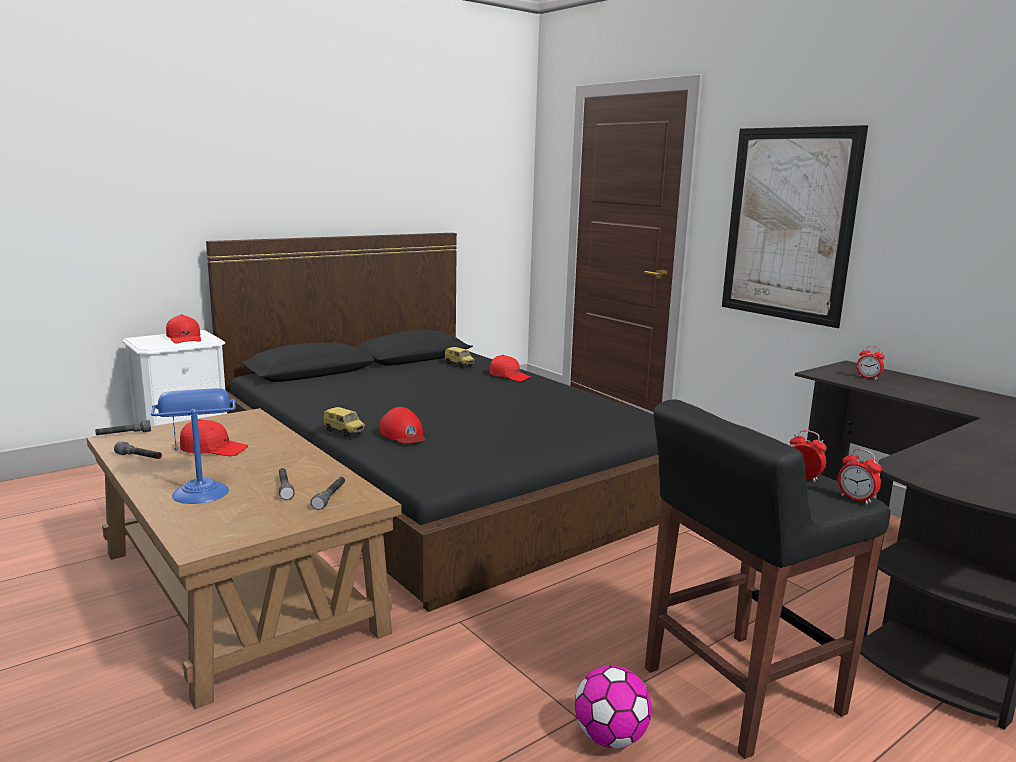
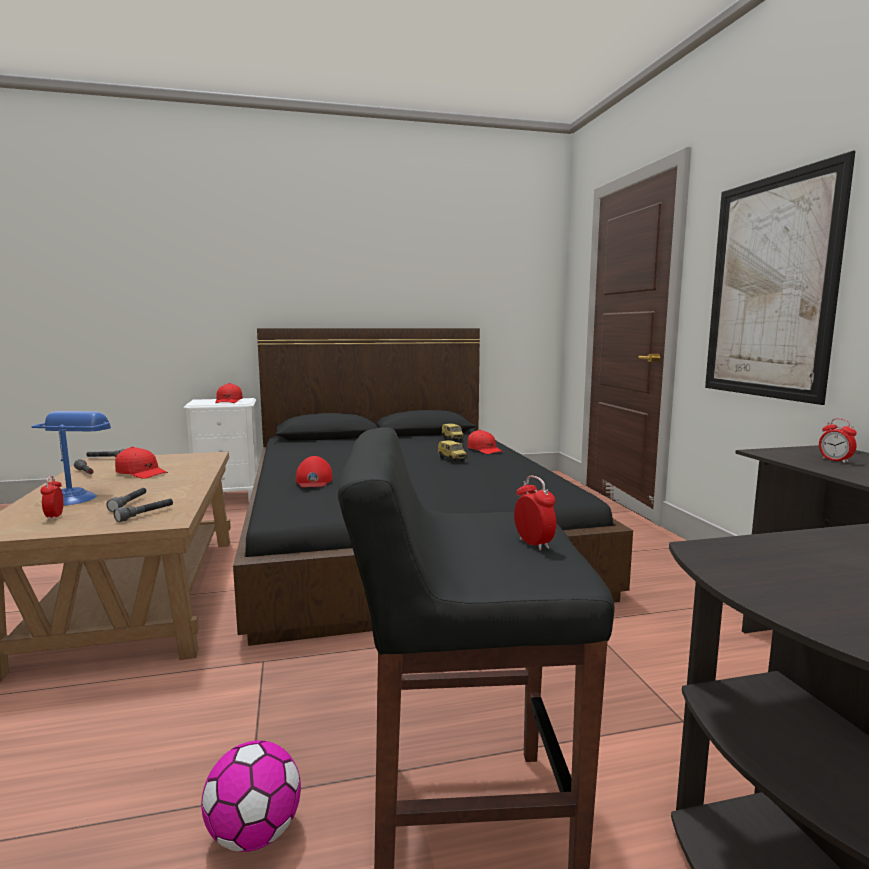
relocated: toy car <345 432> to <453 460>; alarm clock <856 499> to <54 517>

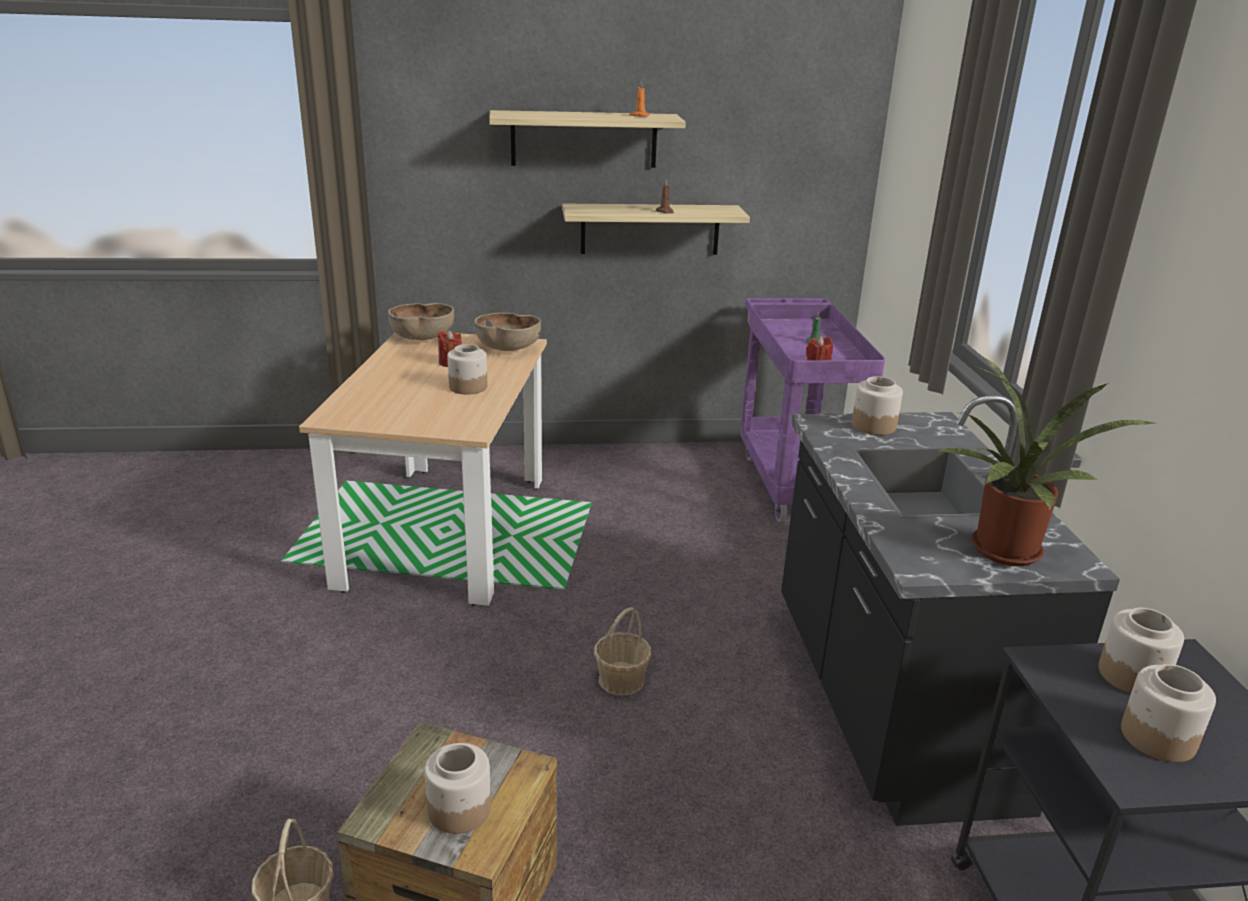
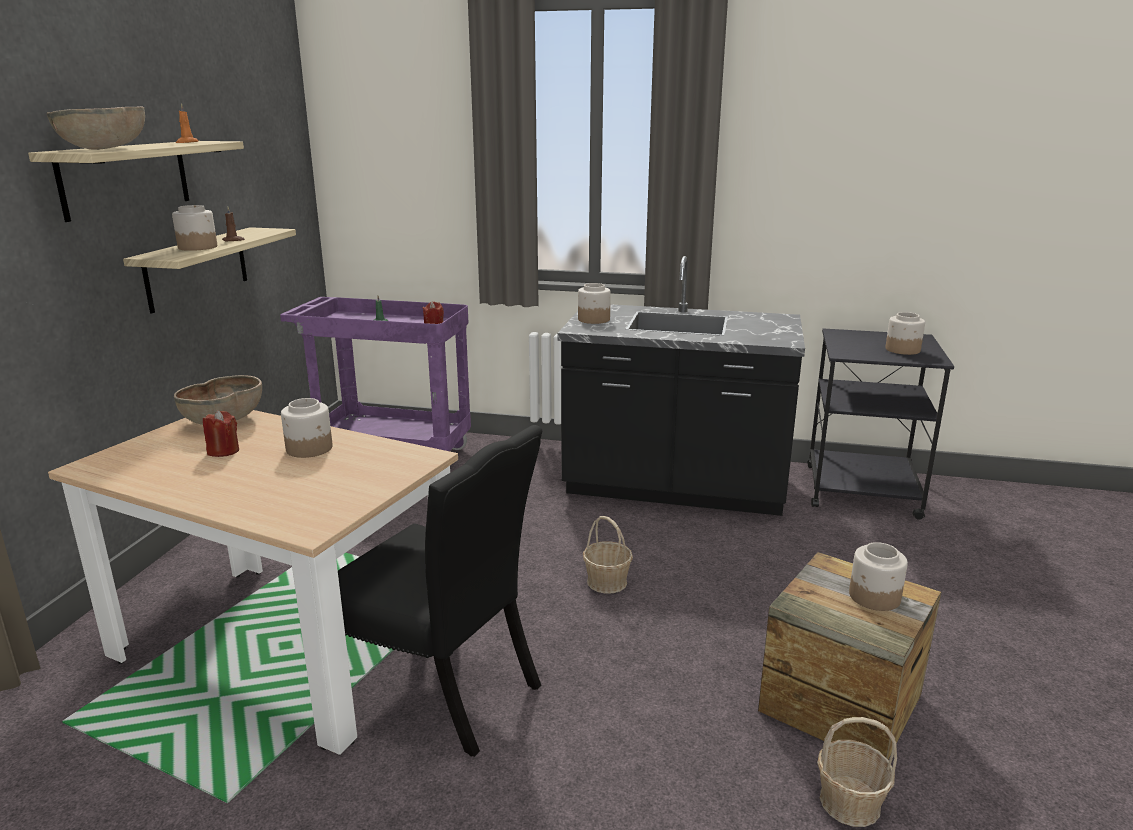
missing: plant in a pot <1004 554>
appeared: plain chair (blackish) <436 688>
relocated: bowl (brownish) <422 338> to <105 149>; jar <1132 675> to <198 247>

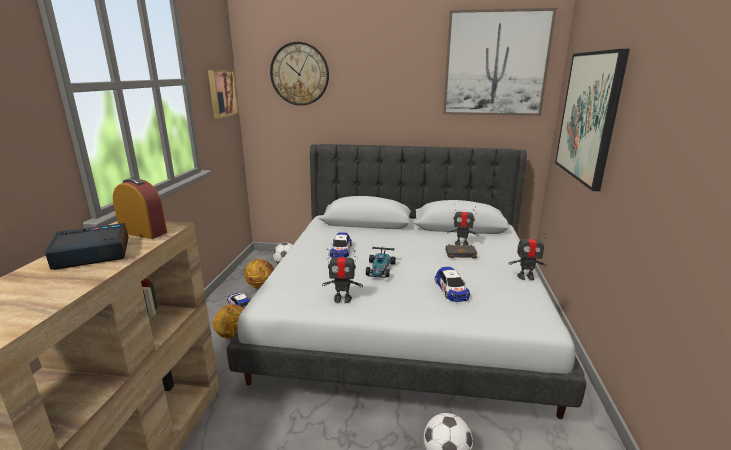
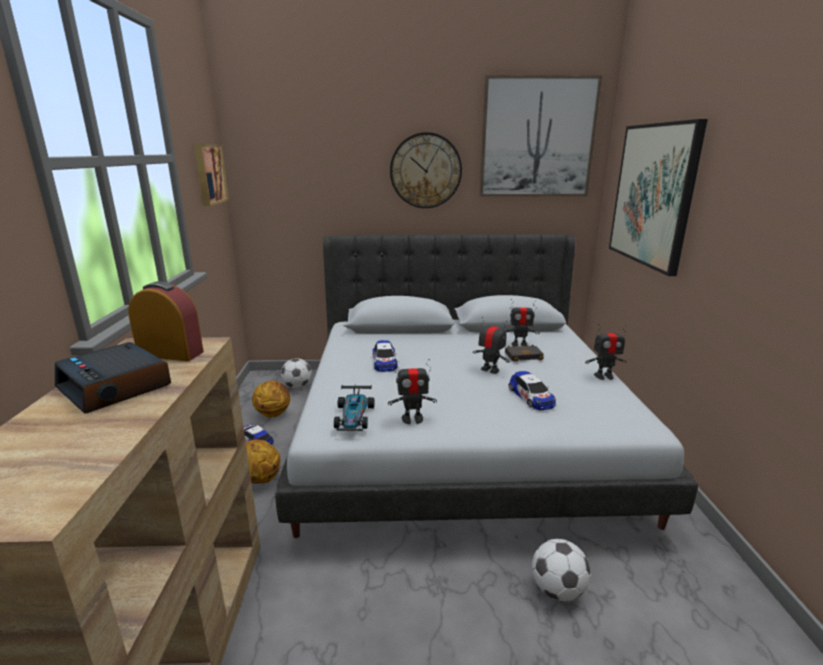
appeared: model robot <490 370>
relocated: wall clock <299 74> to <425 171>; toy car <380 268> to <354 416>
spun: alarm clock <92 254> = <116 386> 105 degrees counterclockwise

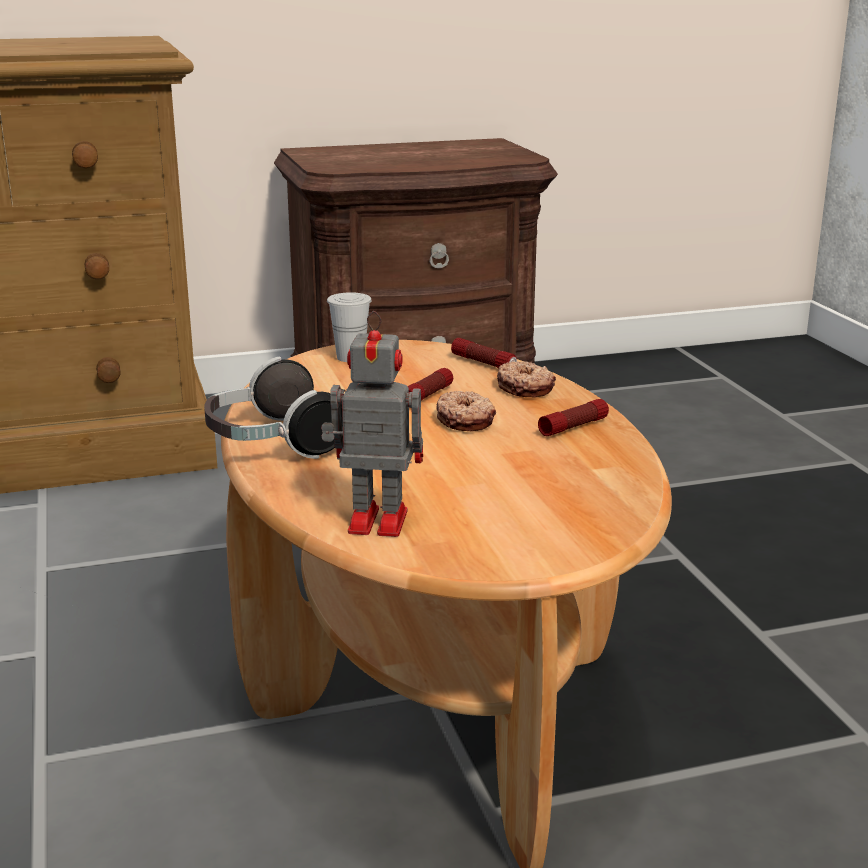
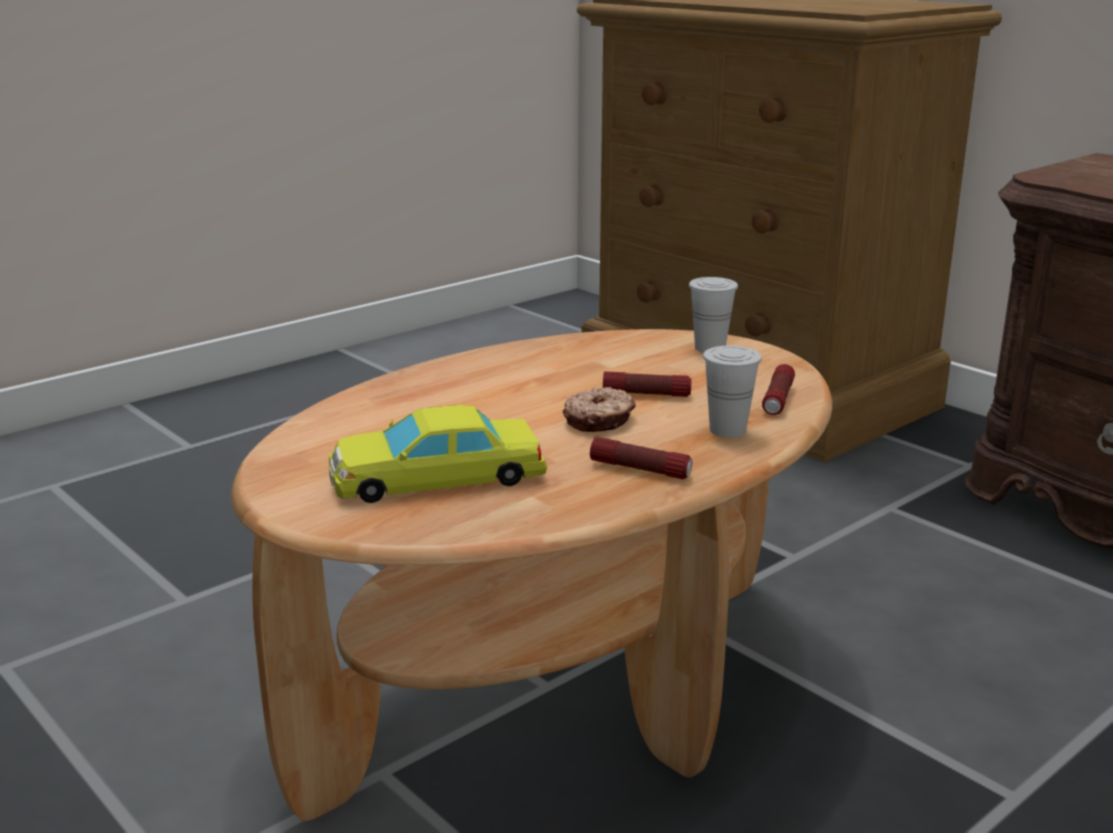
missing: headphones <271 442>; model robot <374 521>
appeared: toy car (yellow-coloured) <436 476>
exchanged: donut <525 388> to small cup (whitish) <727 430>

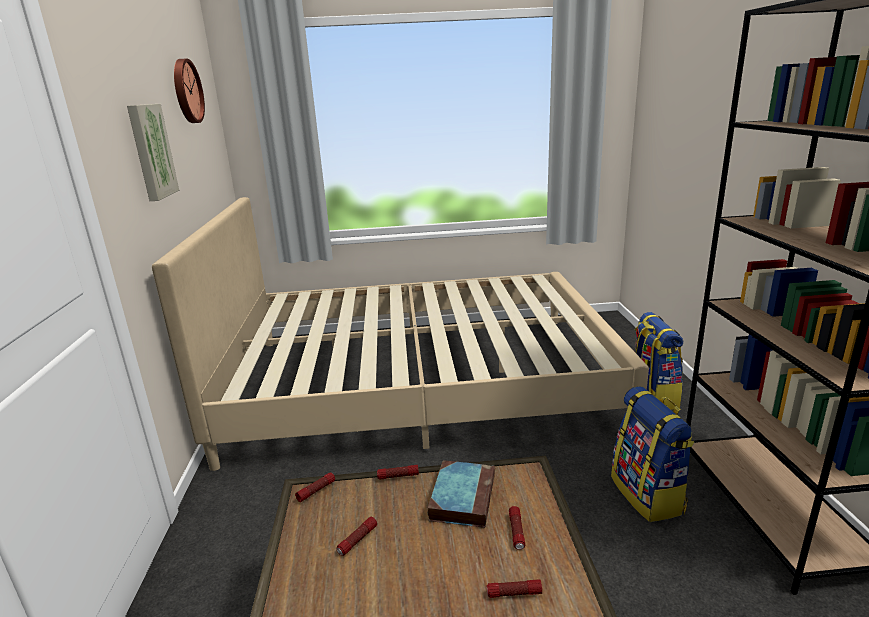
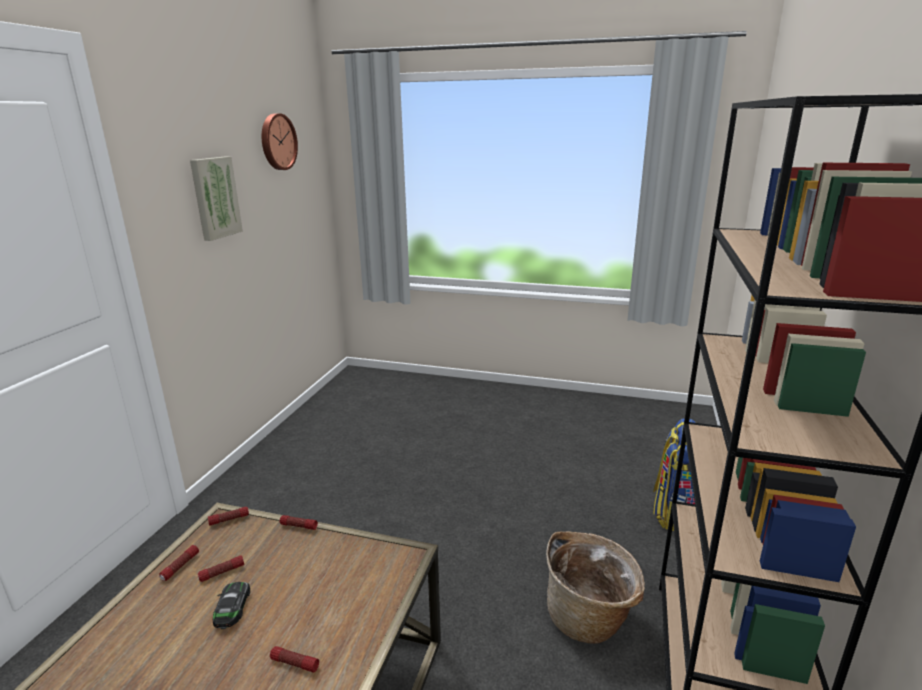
missing: sleeping bed (beige) <418 380>; book <462 497>
appeared: toy car <232 607>
relocated: flashlight <516 532> to <180 567>
exchanged: backpack <648 495> to storage basket <589 618>

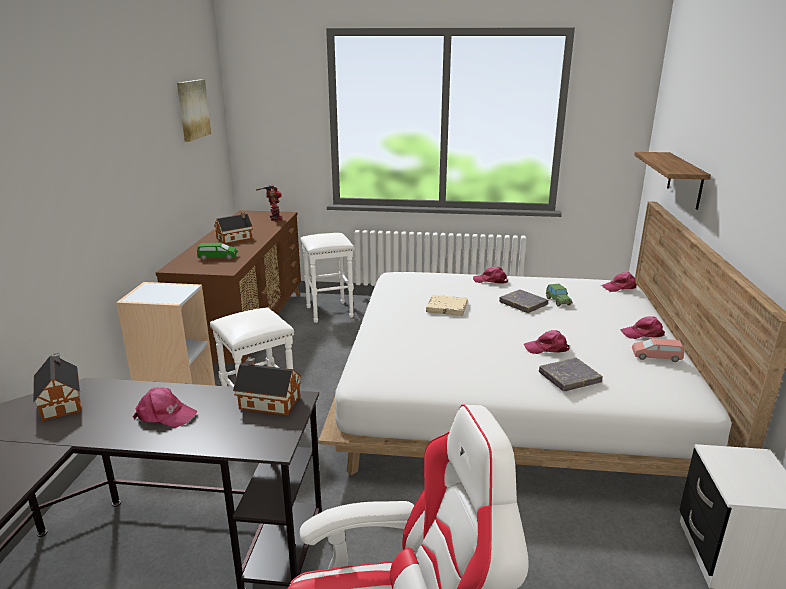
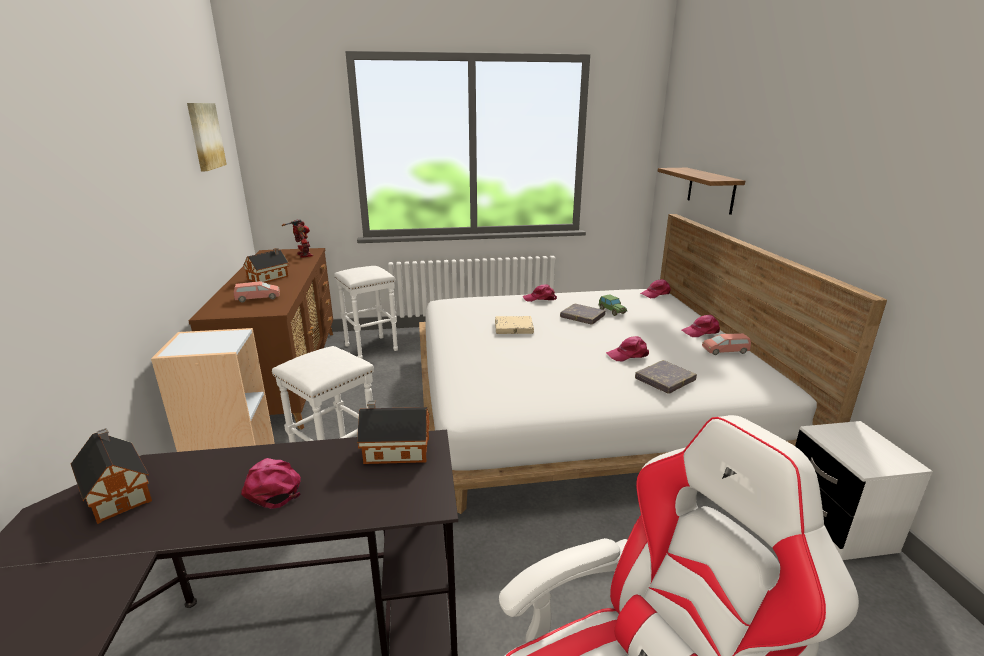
colour: toy car (greenish) <217 257> to toy car (pink-coloured) <258 298>
spun: cap (pink-coloured) <165 415> = <272 486> 120 degrees counterclockwise

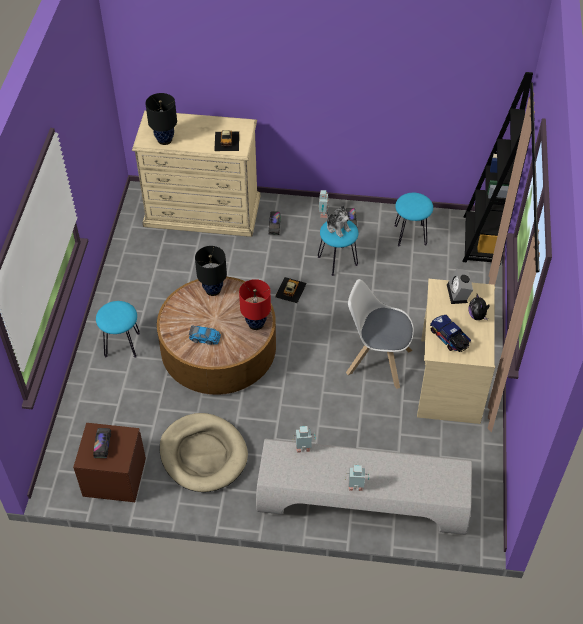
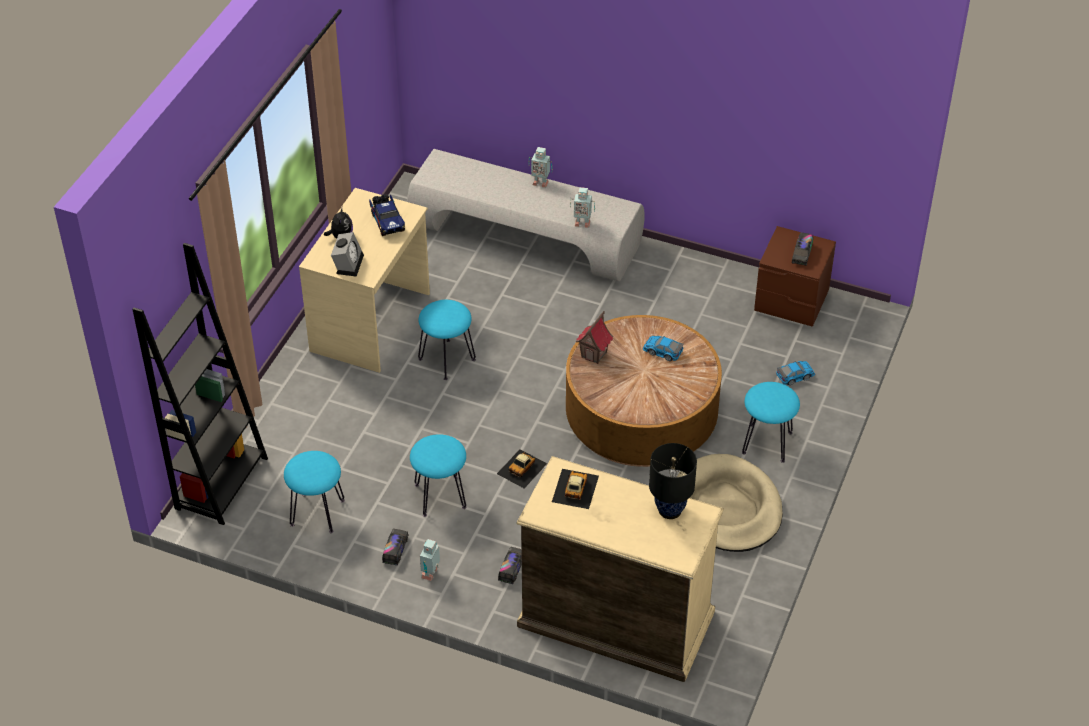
missing: table lamp (blackish) <213 290>; cuddly toy <337 227>
appeared: toy car <795 375>
relocated: pet bed (beige) <203 454> to <726 508>
exchanged: table lamp (reddish) <256 324> to toy house <594 355>; plain chair <377 361> to stool (turquoise-coloured) <447 359>

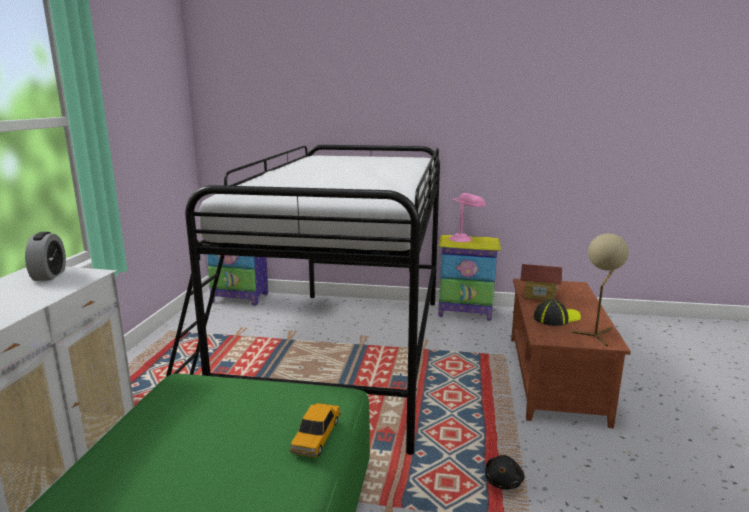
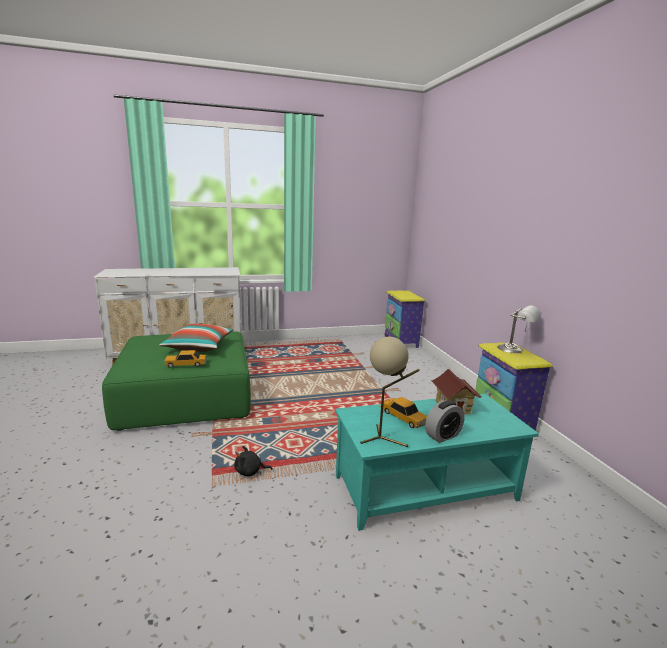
missing: sleeping bed (blackish) <343 355>
appeared: throw pillow <199 346>
relocated: alarm clock <49 275> to <443 436>
exchanged: cap <556 318> to toy car <403 417>
colour: table lamp (pink-coloured) <464 238> to table lamp (whitish) <515 350>; coffee table (brownish) <553 377> to coffee table (turquoise-coloured) <424 487>

